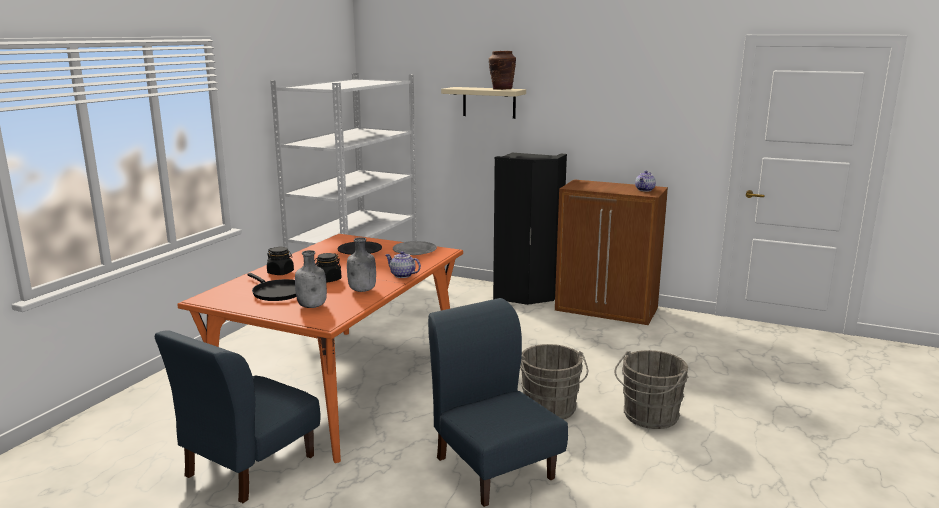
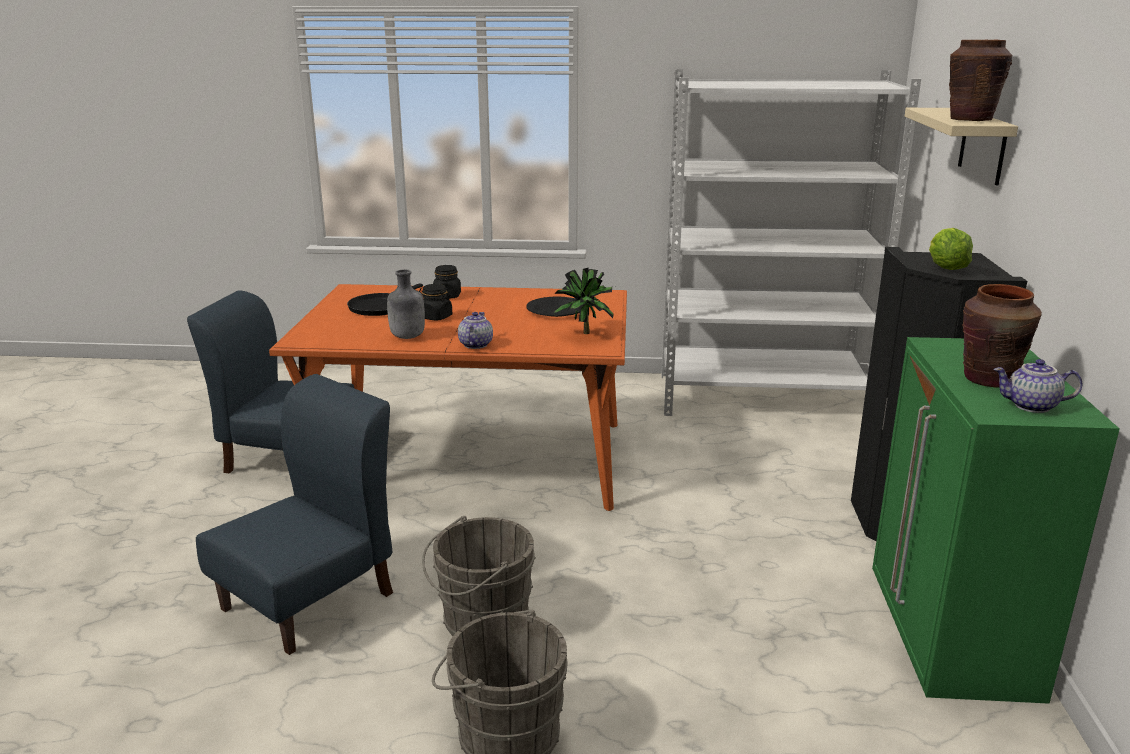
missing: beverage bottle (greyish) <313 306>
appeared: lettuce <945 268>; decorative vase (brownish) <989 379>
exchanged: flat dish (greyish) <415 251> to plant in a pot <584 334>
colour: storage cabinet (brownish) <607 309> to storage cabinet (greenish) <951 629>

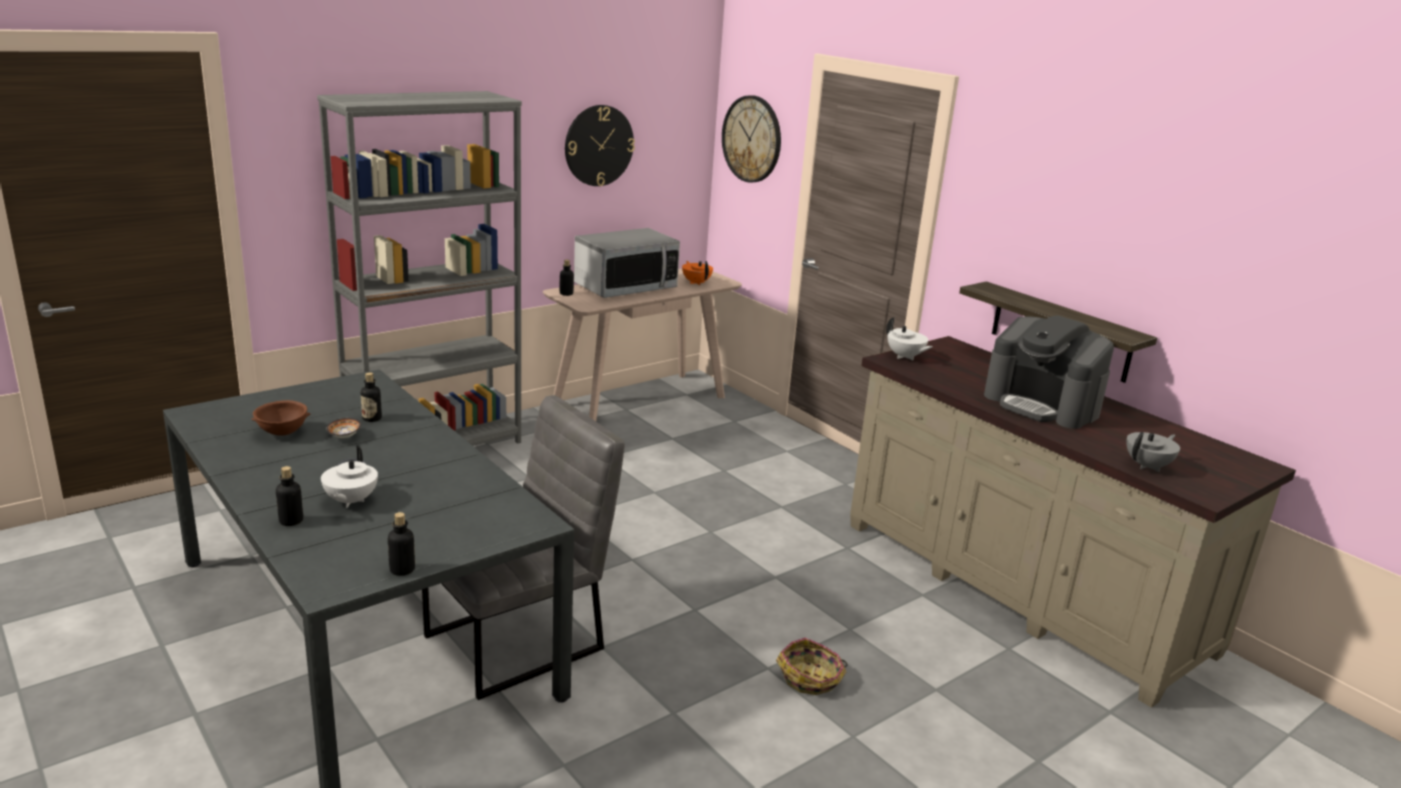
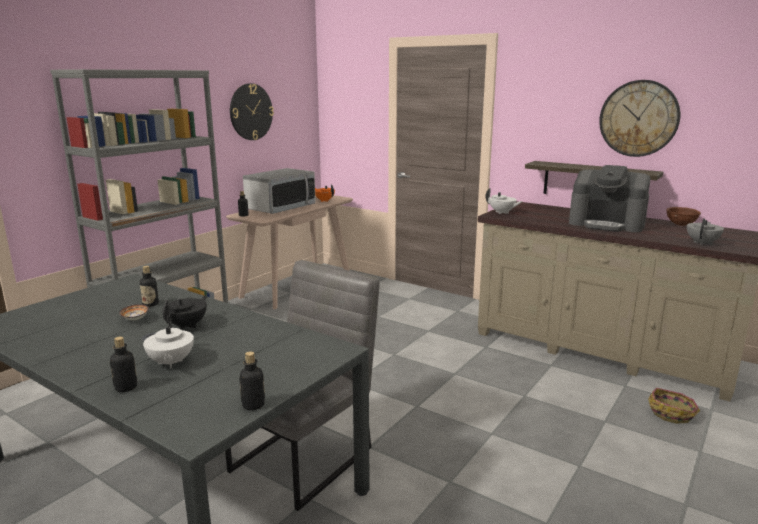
appeared: pot for tea (blackish) <188 325>
relocated: bowl (brownish) <283 433> to <681 225>; wall clock <752 139> to <638 118>; storage basket <811 678> to <672 413>

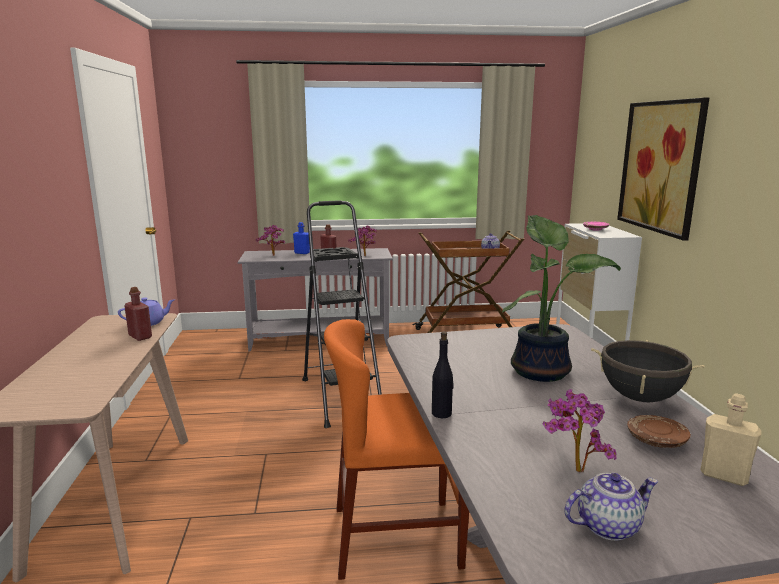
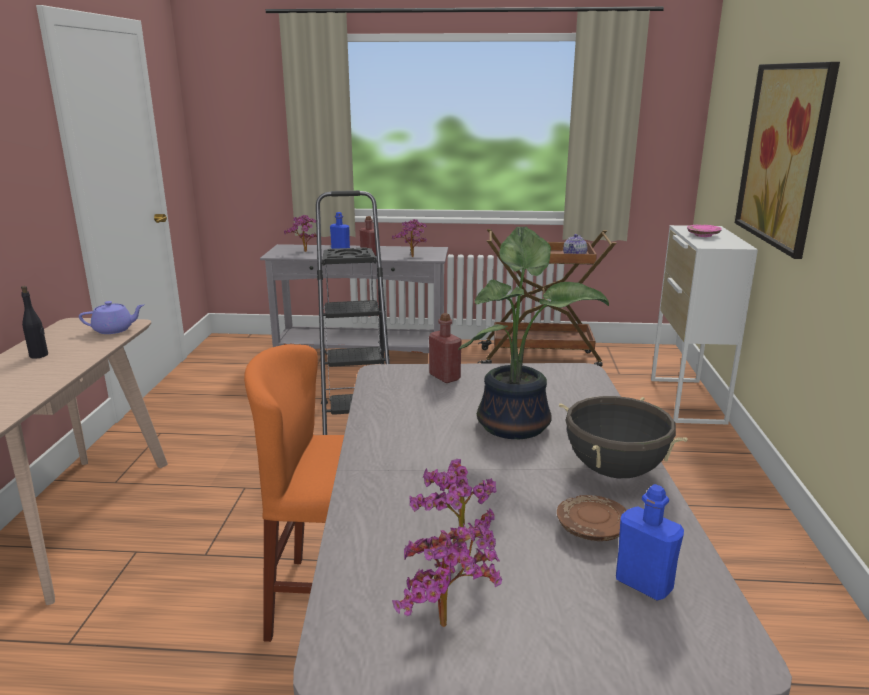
relocated: beverage bottle (reddish) <140 336> to <444 377>; beverage bottle (blackish) <442 413> to <39 355>
exchanged: pot for tea <608 525> to plant in a pot <448 629>
colour: beverage bottle (beige) <723 475> to beverage bottle (blue-coloured) <643 584>

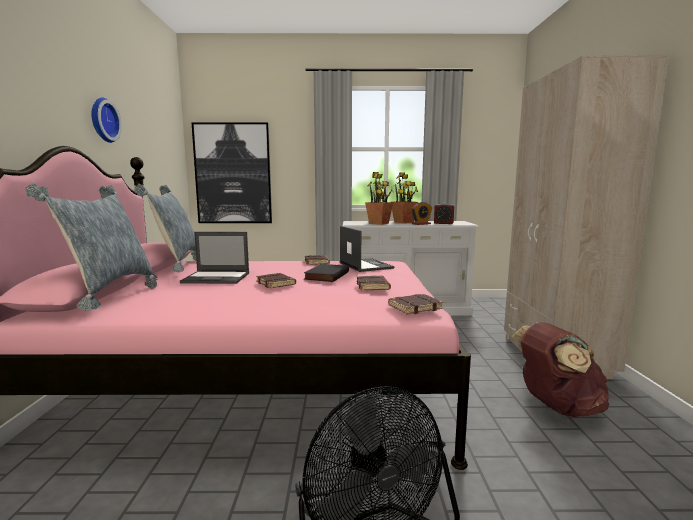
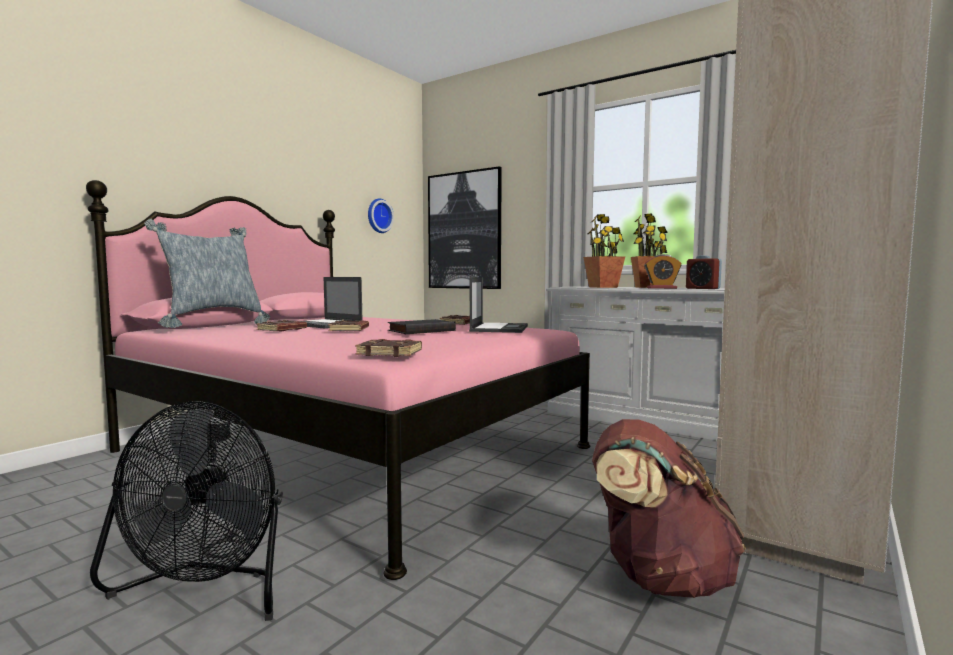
missing: throw pillow <174 268>
relocated: wall clock <102 120> to <378 216>; book (brownish) <373 286> to <282 330>

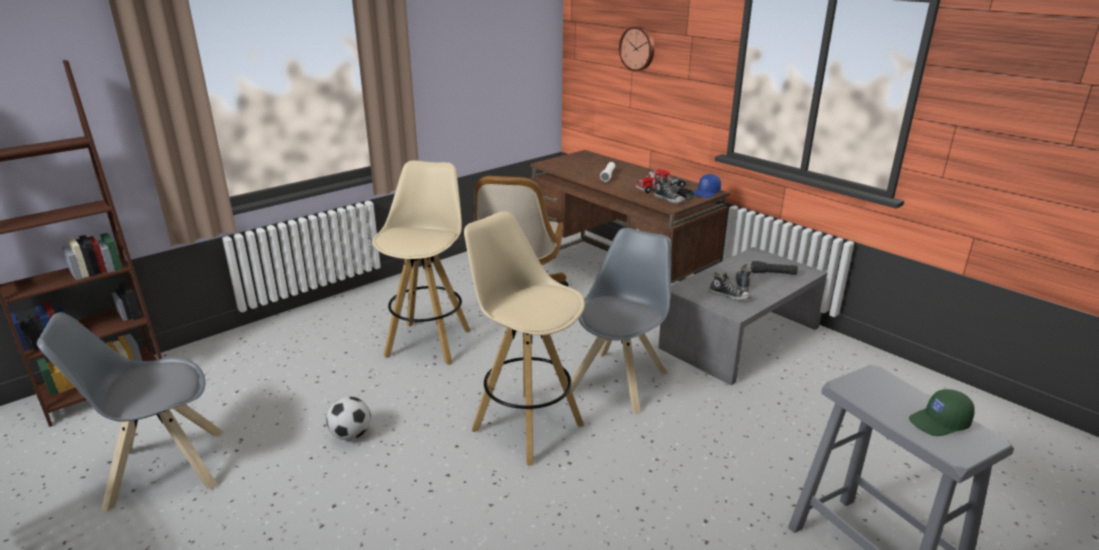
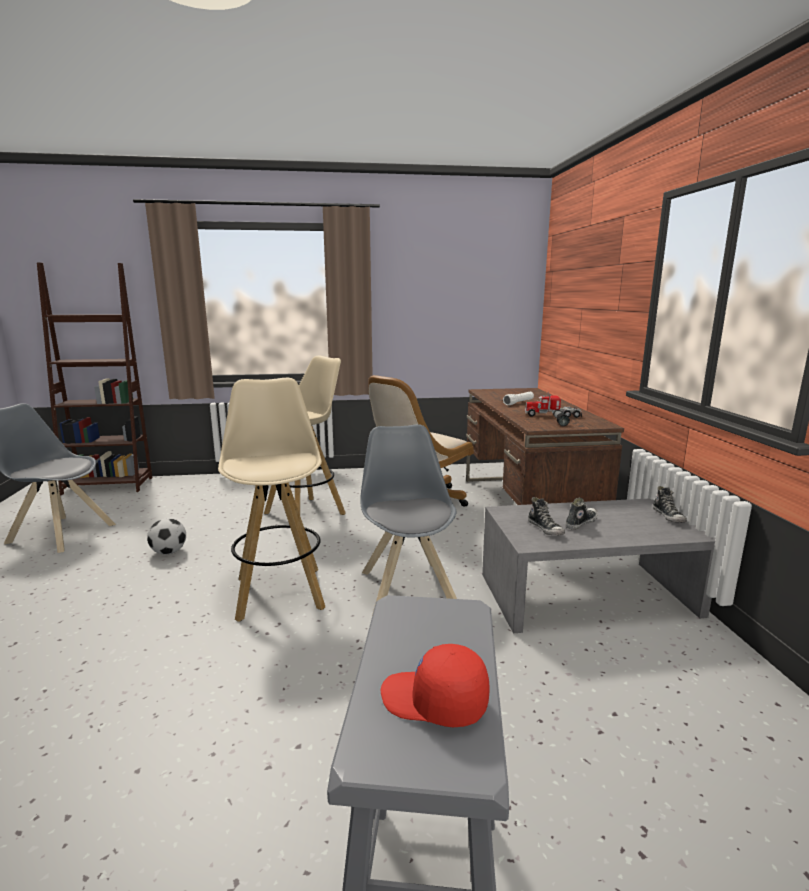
missing: wall clock <638 48>; cap (blue-coloured) <706 193>; flashlight (blackish) <773 273>
relocated: shoe <669 200> to <668 516>
colour: cap (greenish) <939 423> to cap (reddish) <434 702>
spun: plain chair (greyish) <619 379> = <407 587> 75 degrees counterclockwise

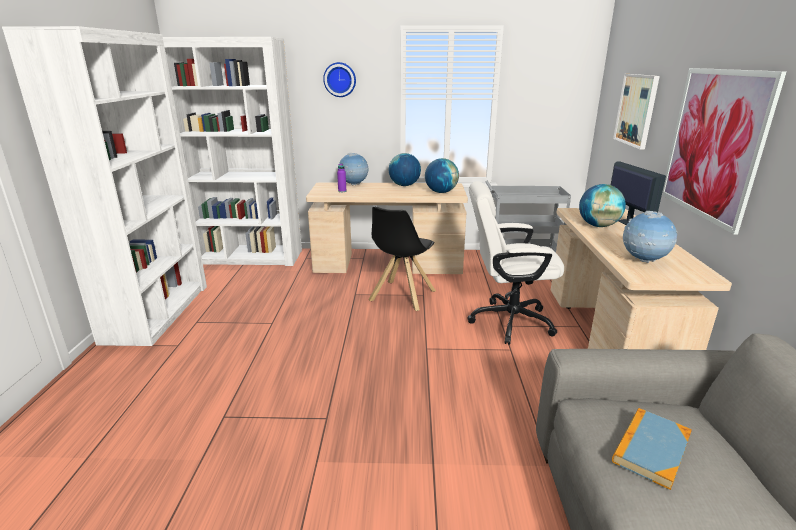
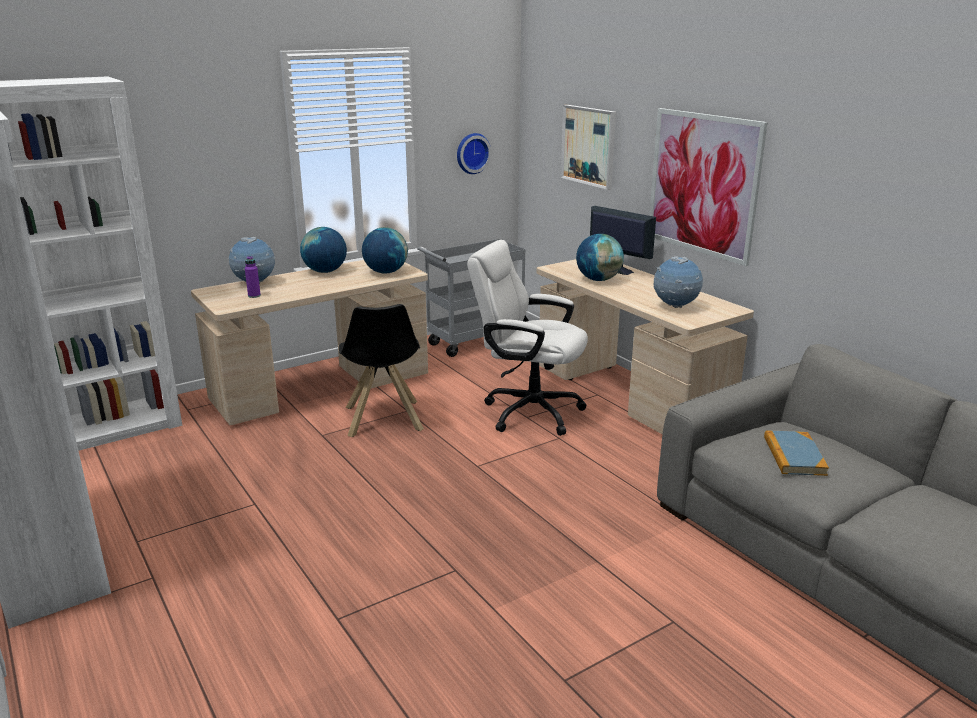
relocated: wall clock <340 79> to <472 153>
spun: office chair (whitish) <506 322> = <528 412> 60 degrees clockwise

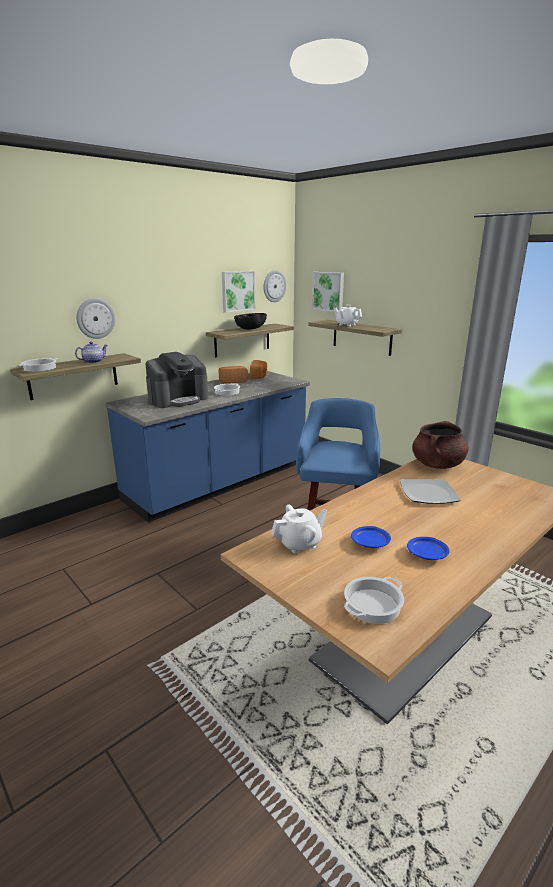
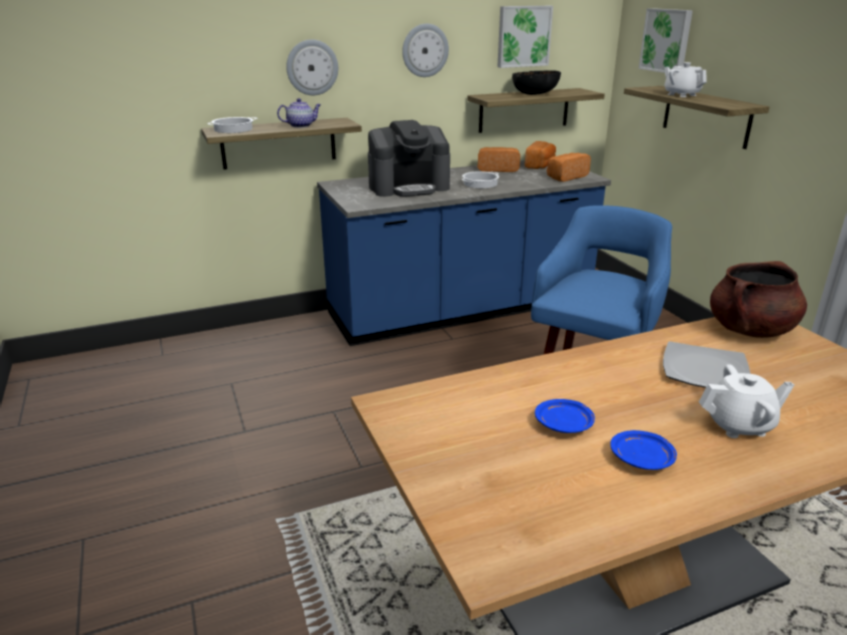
missing: stockpot <373 605>
appeared: bread <565 177>
relocated: wall clock <274 286> to <425 50>; pot for tea (whitish) <299 544> to <739 425>

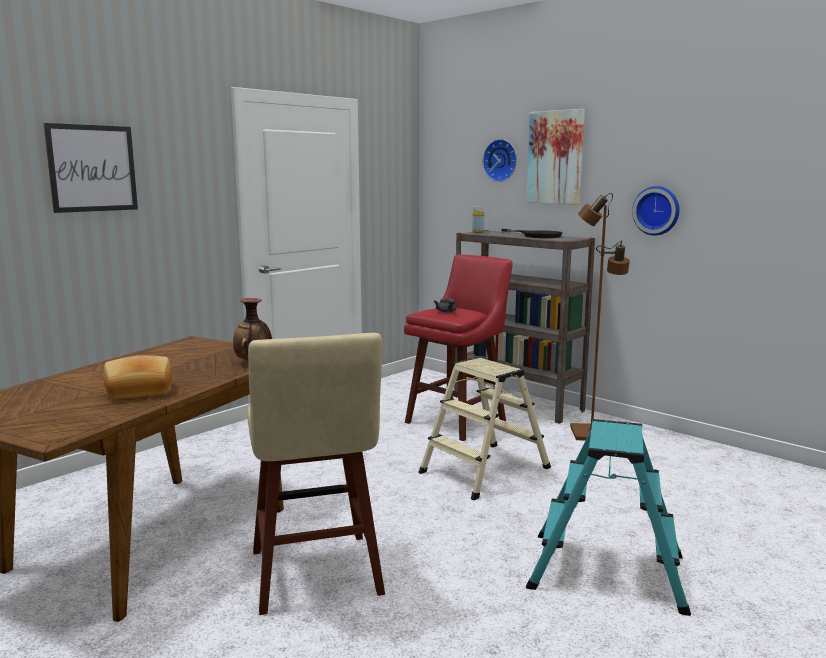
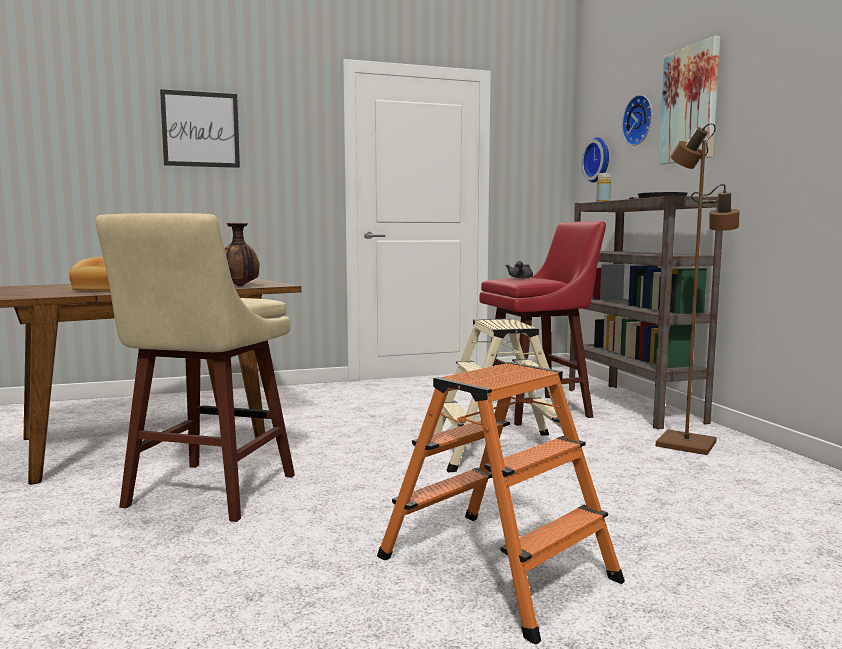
relocated: wall clock <657 210> to <598 160>
colour: step stool (turquoise-coloured) <607 571> to step stool (orangey) <496 568>

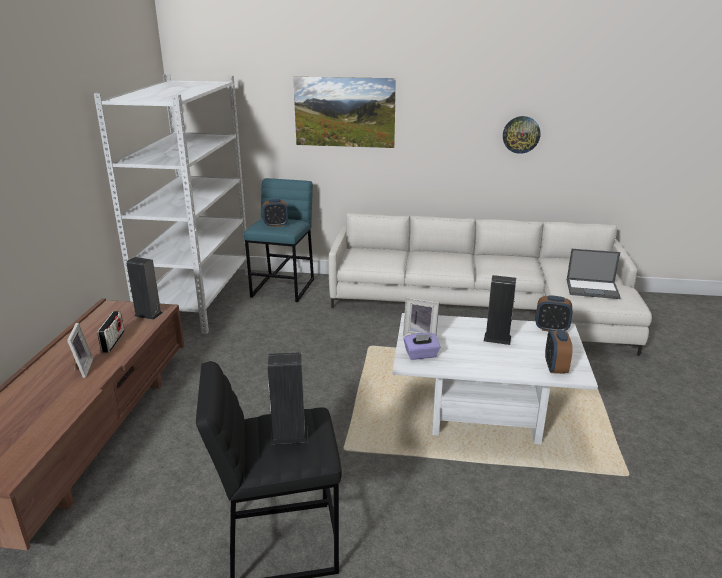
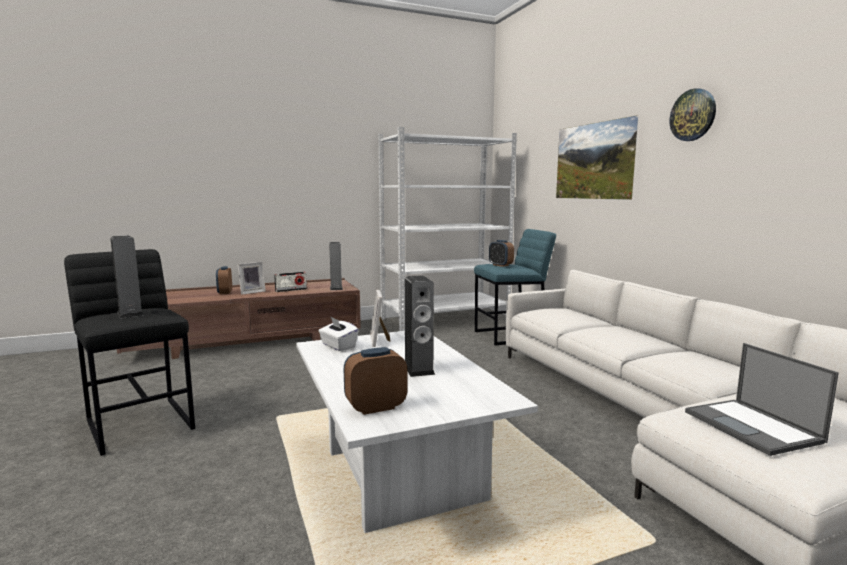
relocated: wall clock <521 134> to <693 115>; alarm clock <551 329> to <225 292>
colour: tissue holder (purple-coloured) <421 355> to tissue holder (whitish) <338 346>

